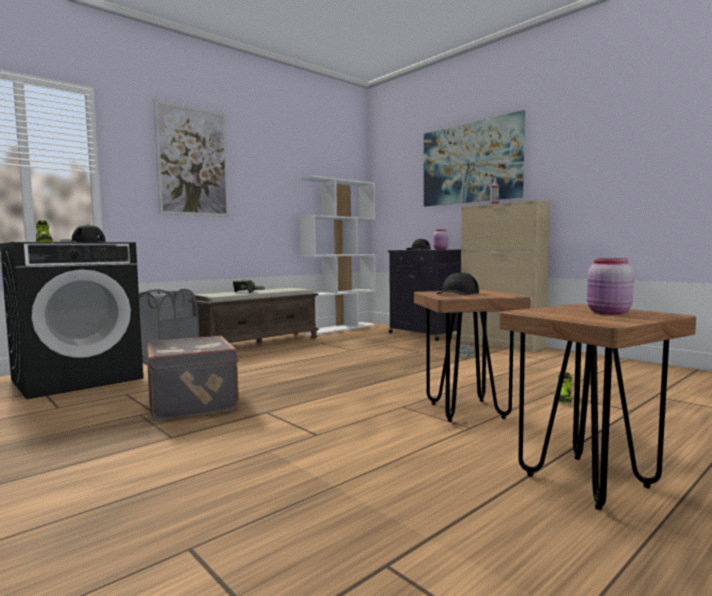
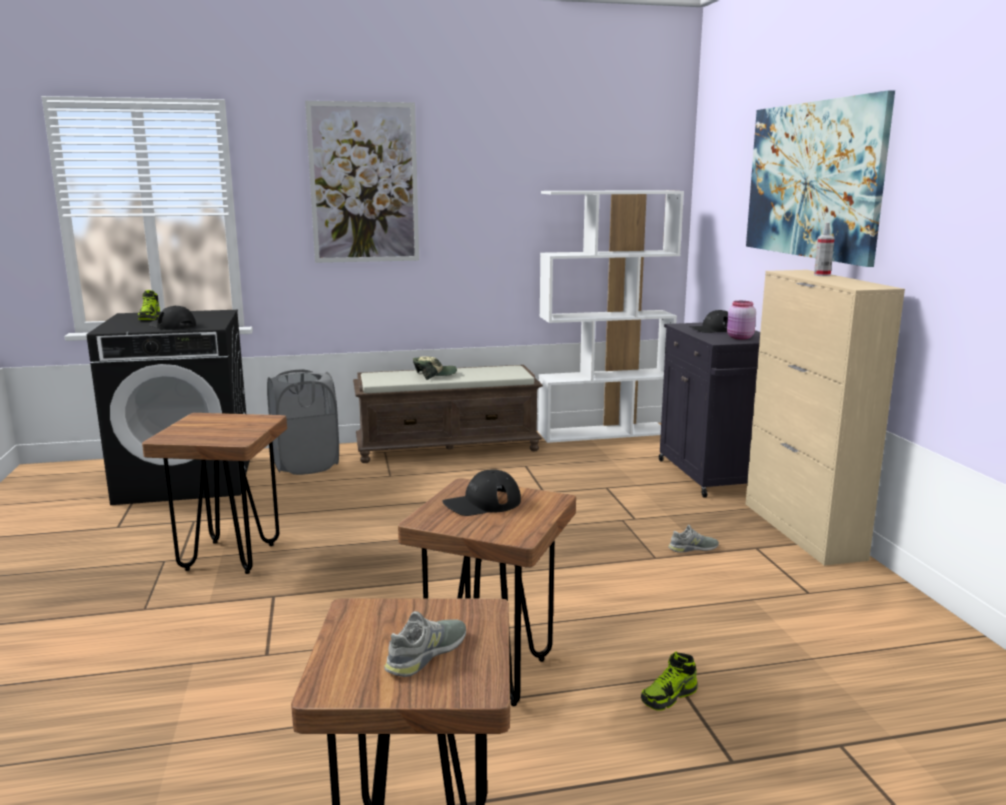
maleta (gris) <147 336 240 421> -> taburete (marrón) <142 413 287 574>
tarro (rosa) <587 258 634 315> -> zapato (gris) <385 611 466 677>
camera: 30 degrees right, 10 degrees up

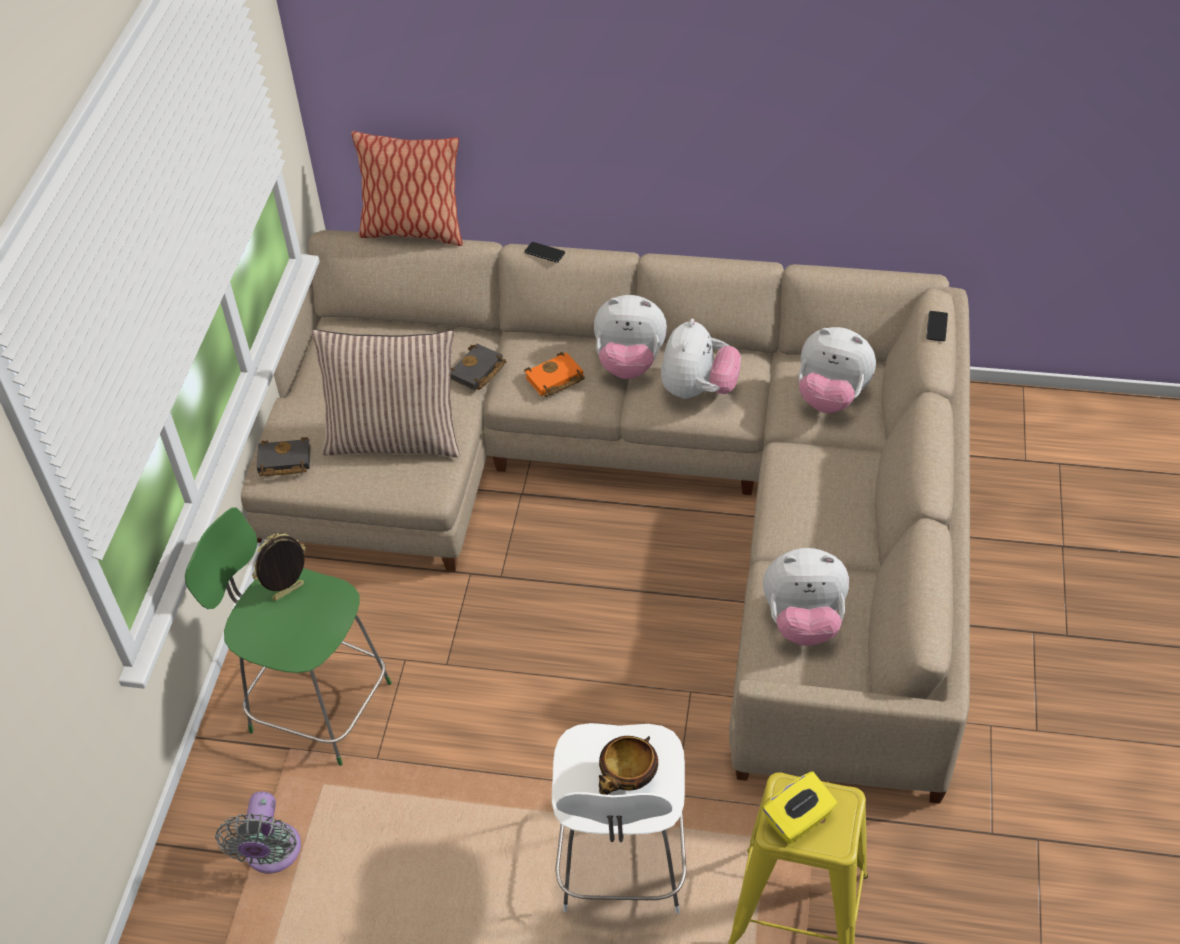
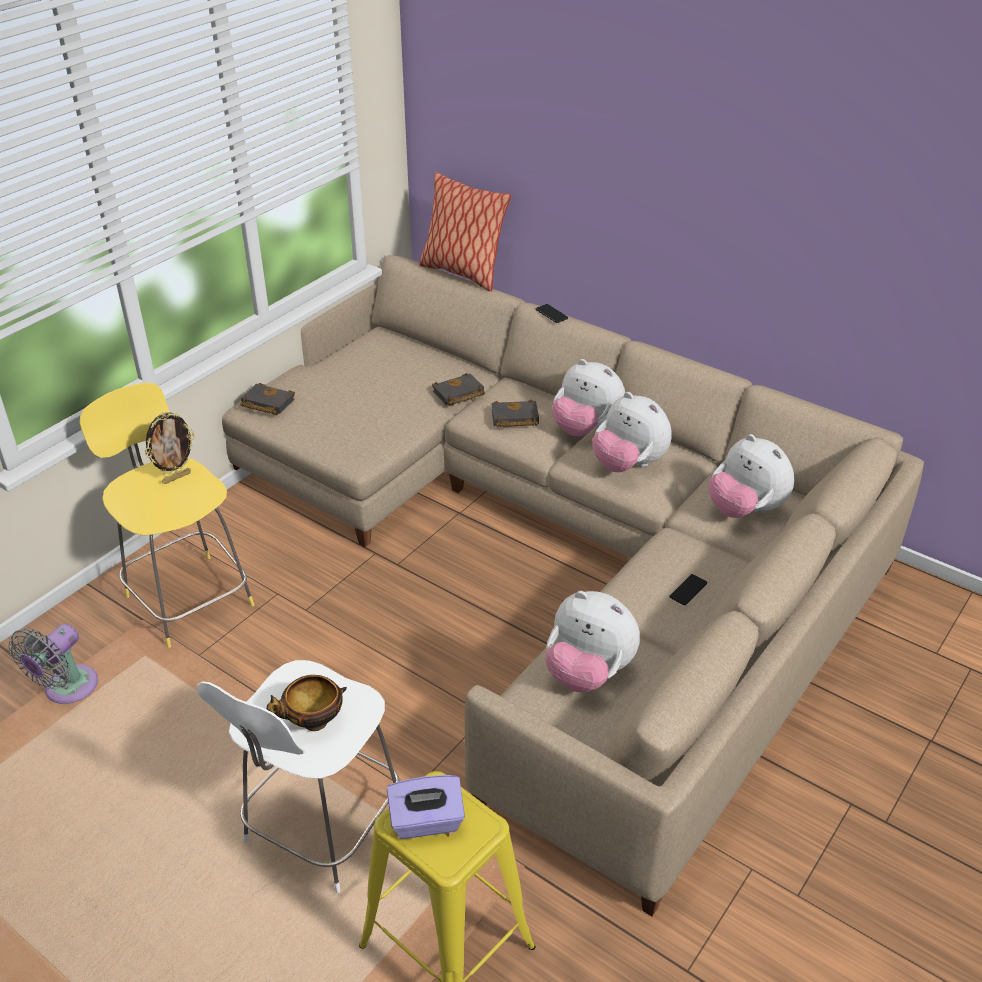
taburete (verde) <185 507 392 766> -> taburete (amarillo) <80 383 254 648>
portarretratos <252 533 305 601> -> portarretratos <145 412 195 484>, 150 degrees clockwise
caja de pañuelos (amarillo) <763 771 838 844> -> caja de pañuelos (morado) <387 775 465 839>
libro (naranja) <524 352 585 397> -> libro (negro) <492 400 539 427>
peluche <661 319 741 399> -> peluche <592 392 672 472>, 90 degrees clockwise
móvil <926 311 948 341> -> móvil <669 574 707 605>, relocated
cojín <311 329 460 457> -> none
camera: 25 degrees right, 10 degrees down

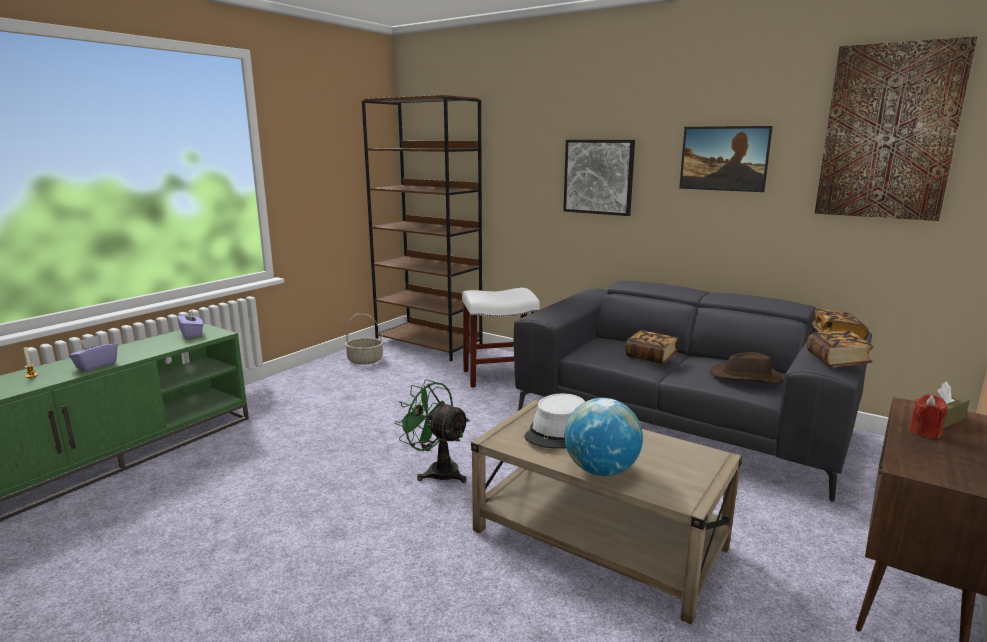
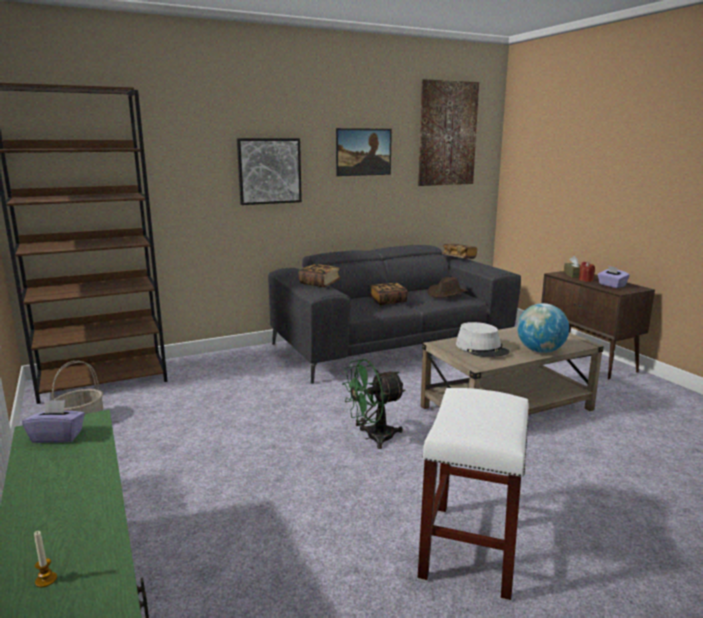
libro <807 331 874 367> -> libro <298 264 341 287>, relocated
taburete (blanco) <462 288 540 388> -> taburete (blanco) <417 388 529 601>, relocated
caja de pañuelos (morado) <69 336 118 371> -> caja de pañuelos (morado) <598 265 630 288>, relocated
camera: 60 degrees left, 0 degrees up

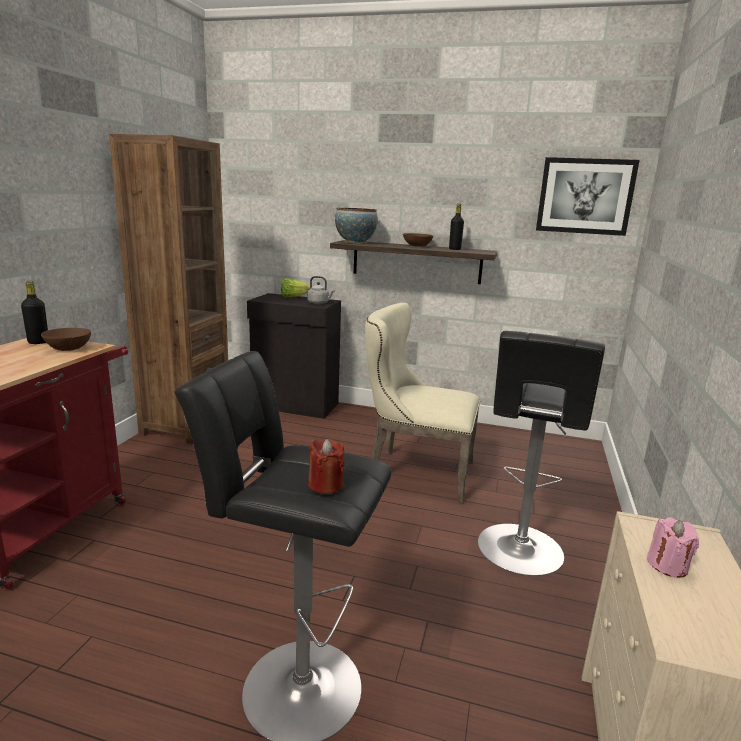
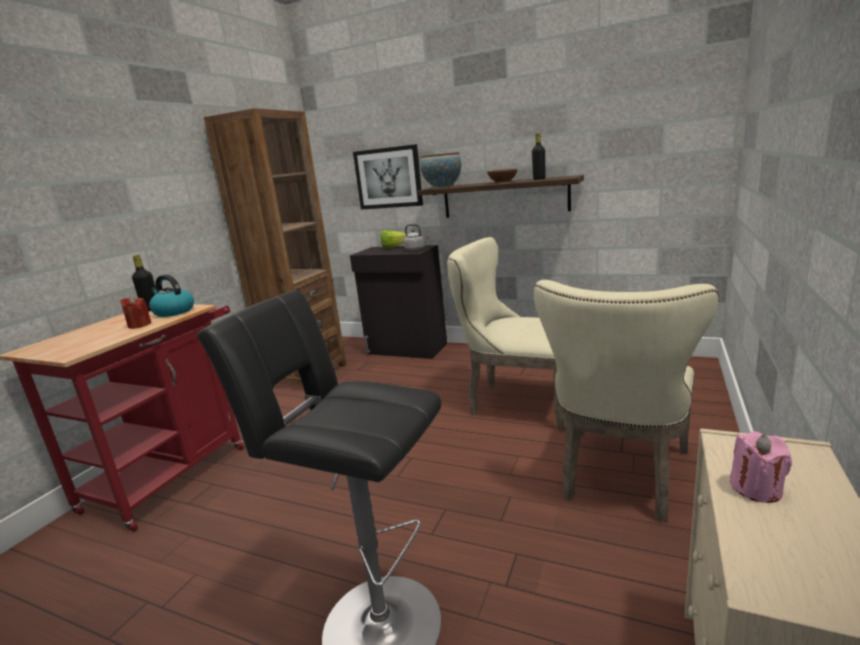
vela (rojo) <308 439 345 494> -> vela (rojo) <121 296 151 329>, relocated
cuenco (marrón) <41 328 91 351> -> hervidor <149 274 194 317>
cuadro <536 157 640 236> -> cuadro <353 144 423 210>, relocated
taburete (negro) <478 331 605 576> -> silla (beis) <533 280 719 522>
camera: 10 degrees right, 0 degrees up

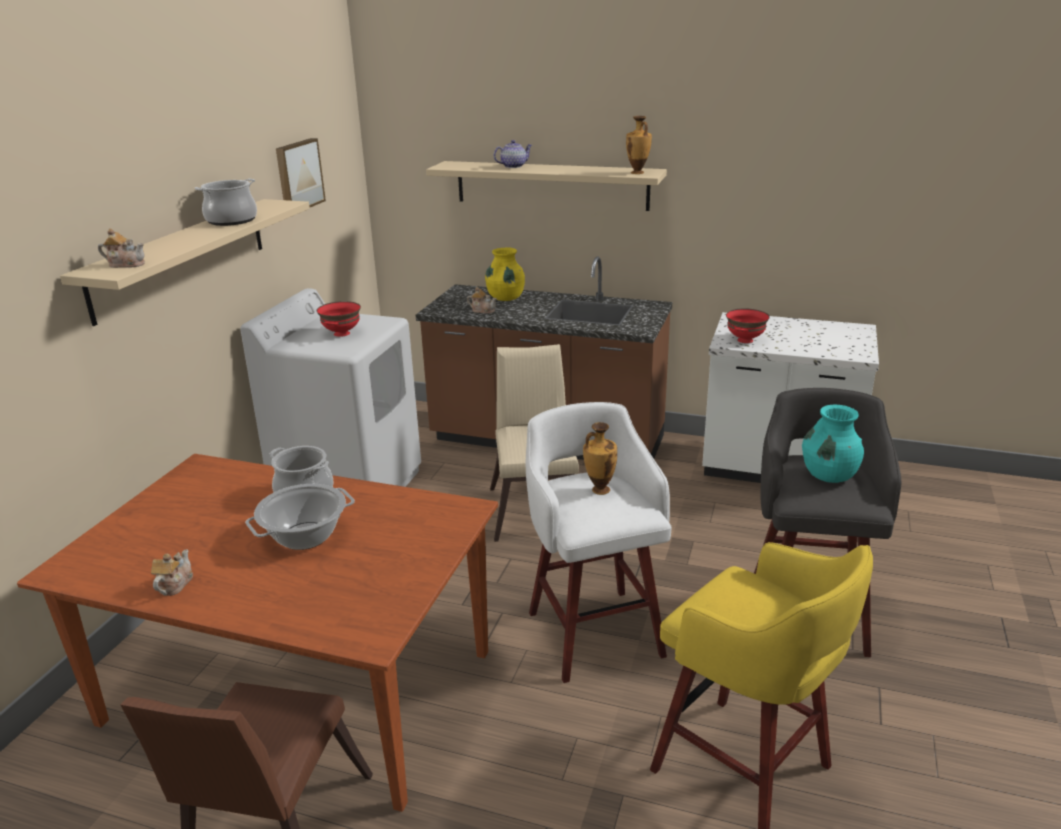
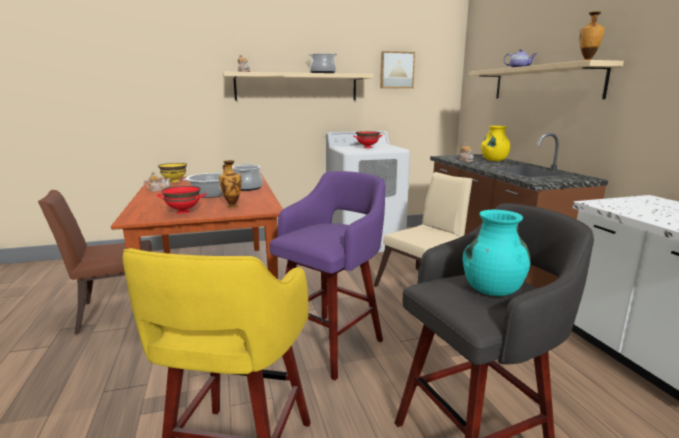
cuenco (rojo) <726 308 770 343> -> cuenco (rojo) <157 186 207 214>, relocated
none -> cuenco (amarillo) <158 163 187 183>
florero <583 422 617 495> -> florero <219 160 241 208>, relocated
taburete (blanco) <525 402 672 683> -> taburete (morado) <269 171 386 380>
camera: 55 degrees right, 10 degrees down

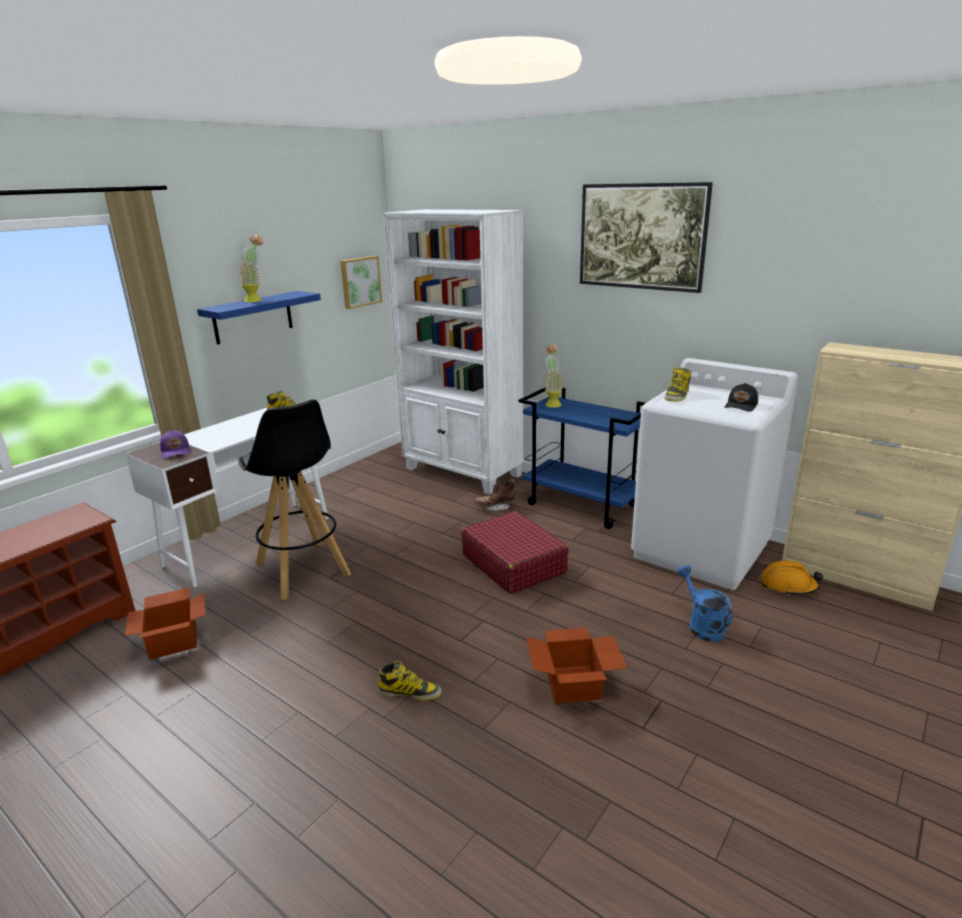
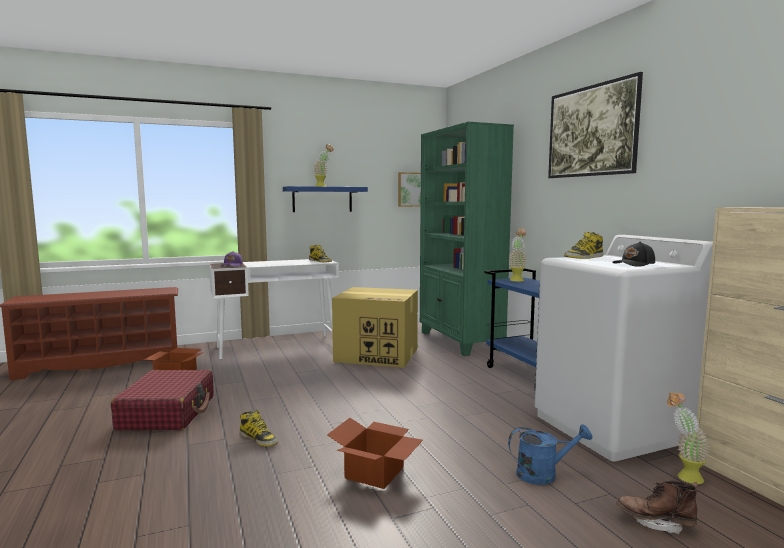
maleta (rojo) <461 511 569 594> -> maleta (rojo) <111 370 214 430>, relocated
none -> caja de cartón <332 287 418 368>
estantería (blanco) <383 209 523 494> -> estantería (verde) <420 122 514 356>
regadera (azul) <677 565 733 642> -> regadera (azul) <508 425 592 485>, 75 degrees clockwise
bota (marrón) <474 479 516 511> -> bota (marrón) <616 481 700 534>, relocated
casco (naranja) <761 561 823 596> -> planta en maceta <667 392 710 484>
taburete (negro) <238 399 351 600> -> none
camera: 30 degrees right, 15 degrees down

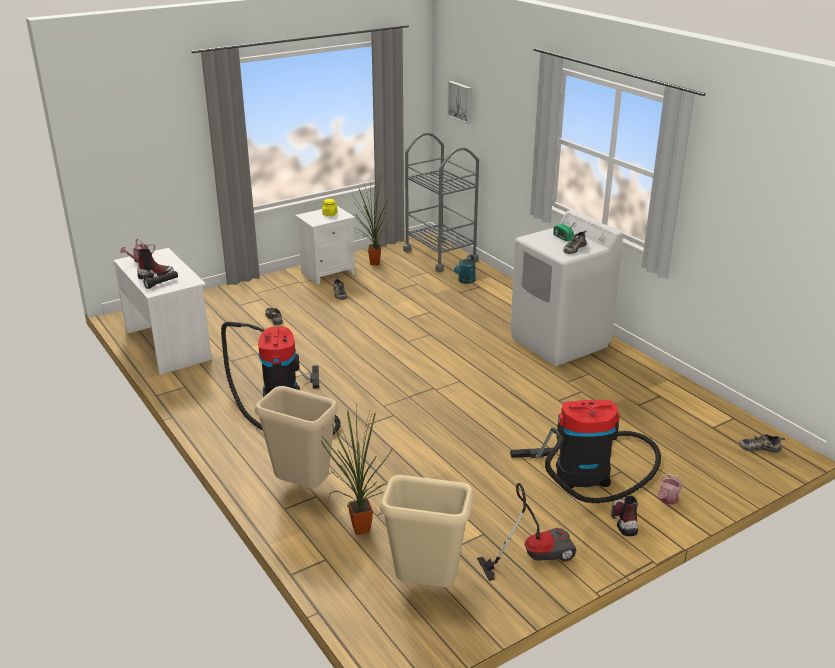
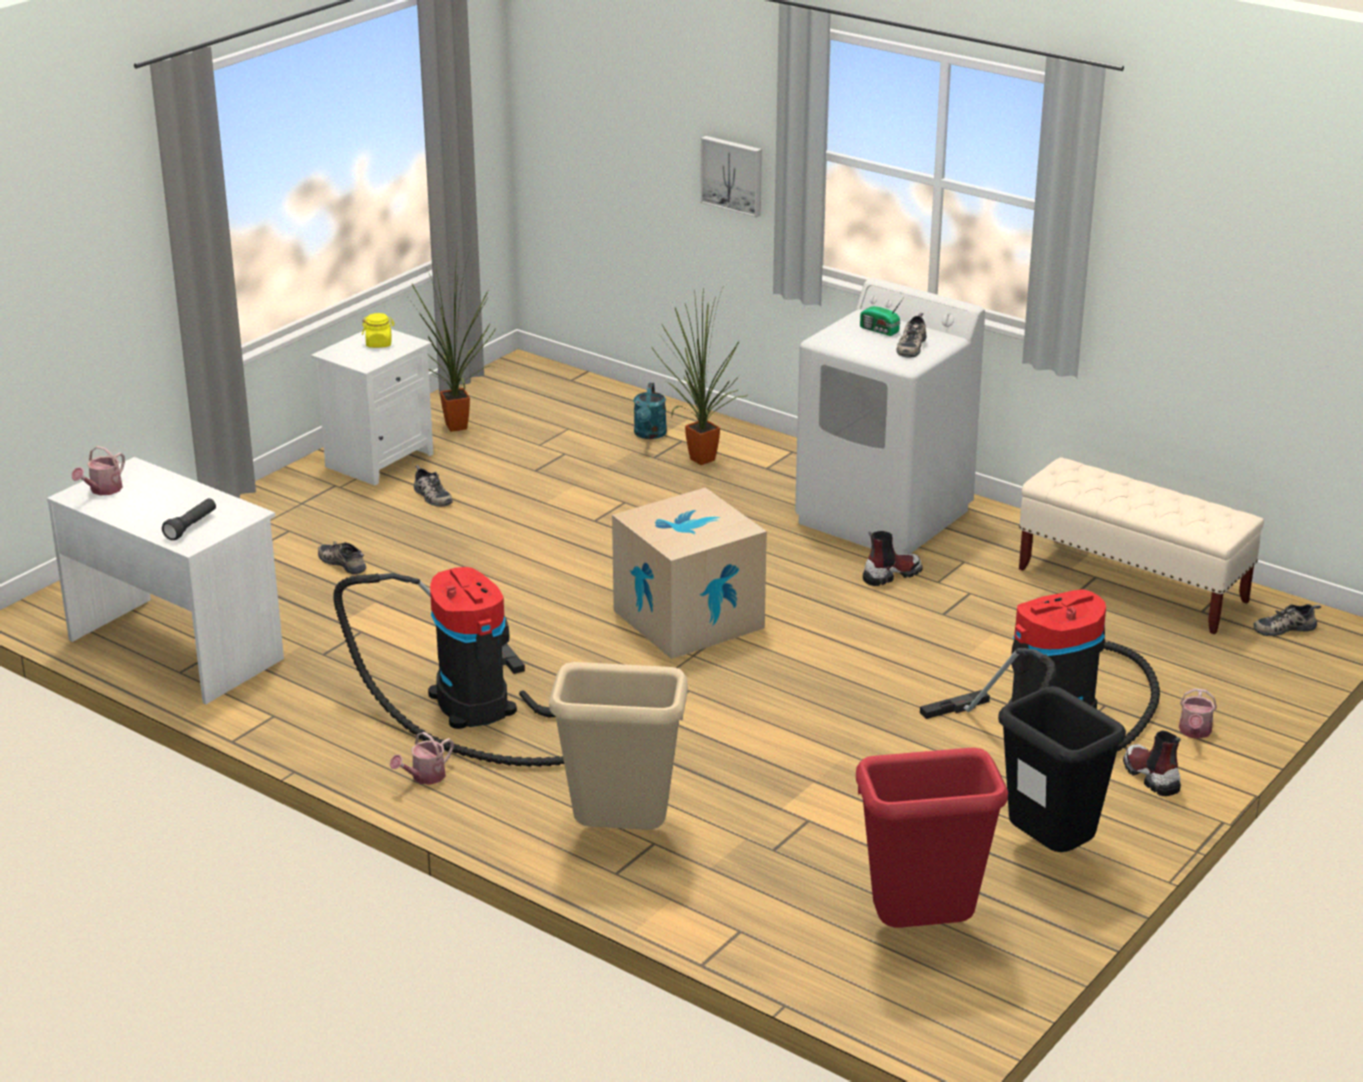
none -> regadera <390 732 454 785>
none -> caja de cartón <612 487 767 659>
planta en maceta <321 406 394 535> -> planta en maceta <651 288 749 465>, relocated
cuadro <447 81 472 123> -> cuadro <700 136 762 217>, relocated
papelera (beis) <380 475 474 587> -> papelera (rojo) <856 748 1008 928>
bota <135 247 174 279> -> bota <863 531 923 586>, relocated
aspiradora <477 483 577 581> -> papelera (negro) <998 686 1126 852>
none -> banco (beis) <1019 457 1264 634>
carrito (gris) <403 132 479 272> -> none
camera: 20 degrees left, 0 degrees up

